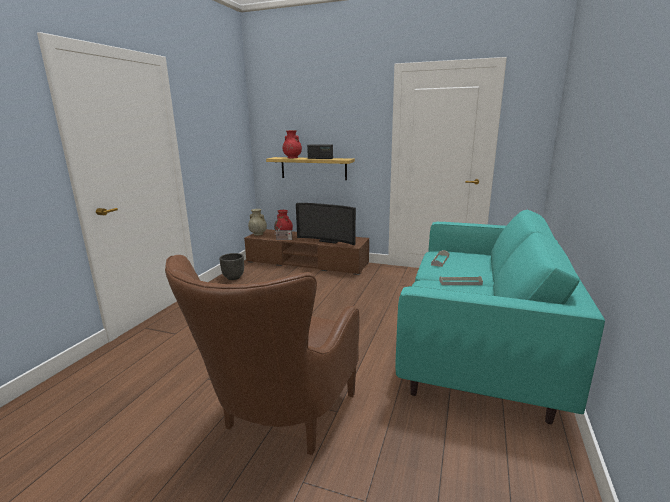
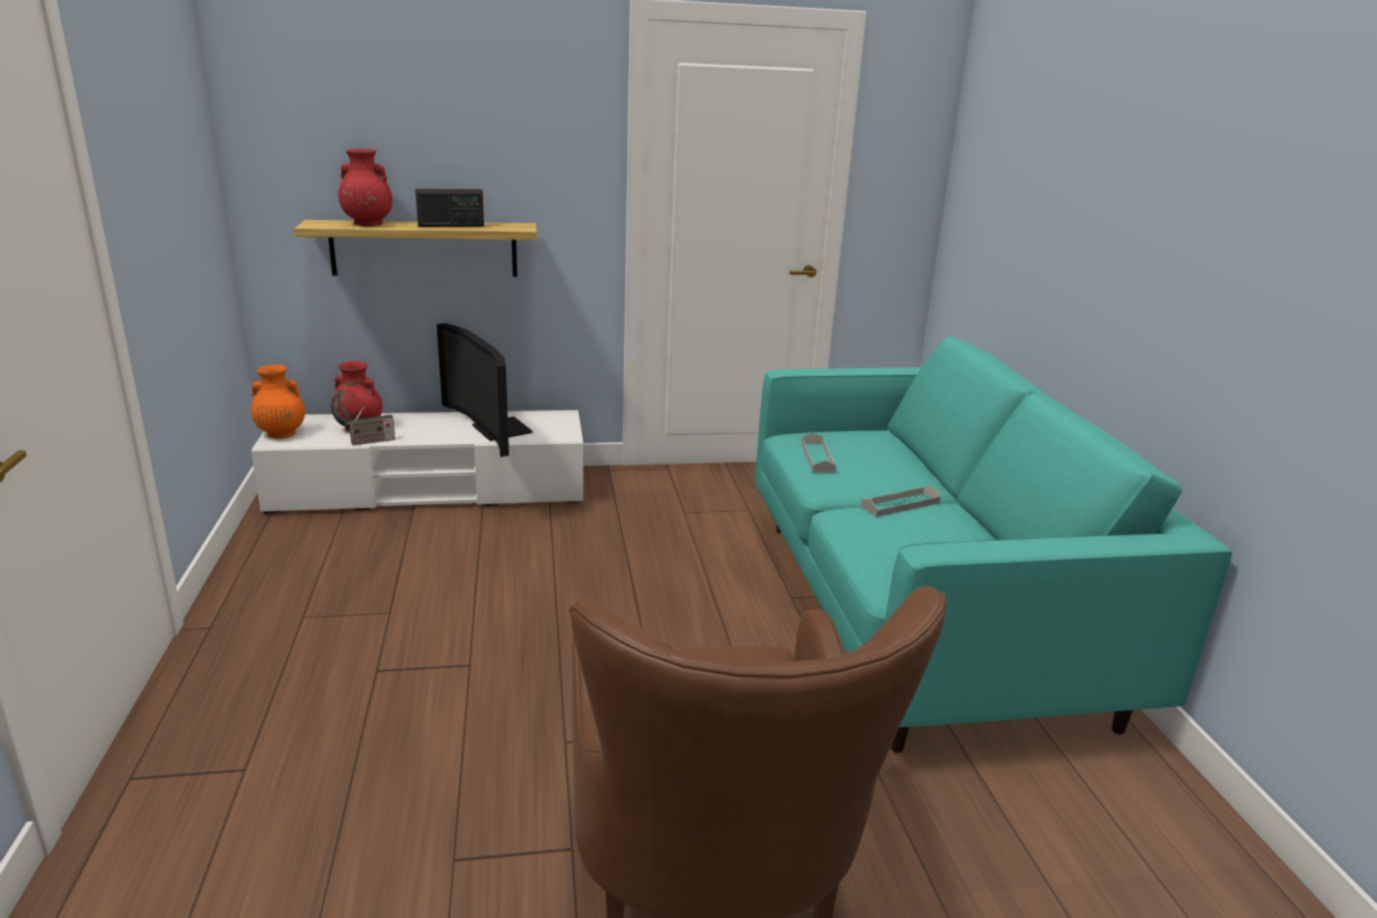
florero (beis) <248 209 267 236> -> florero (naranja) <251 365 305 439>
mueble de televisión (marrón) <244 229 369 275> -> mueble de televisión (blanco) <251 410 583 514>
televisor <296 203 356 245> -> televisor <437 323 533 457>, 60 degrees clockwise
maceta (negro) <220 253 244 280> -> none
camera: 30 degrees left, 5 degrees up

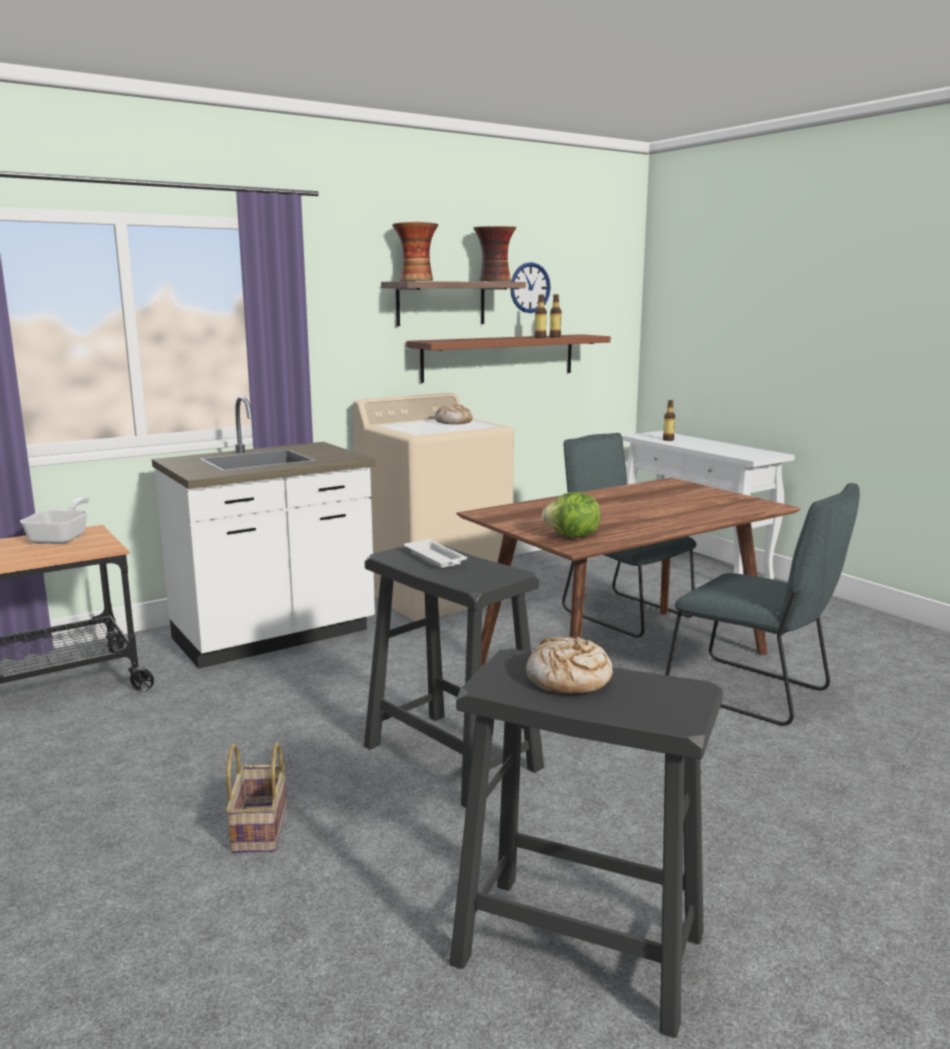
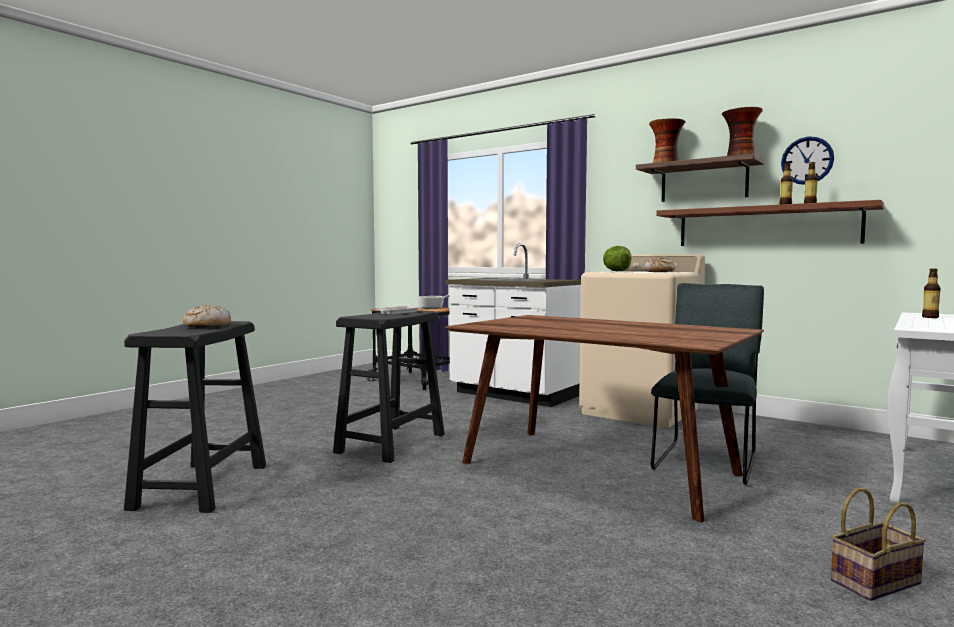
lechuga <542 492 601 538> -> lechuga <603 246 632 271>, relocated
cesta <226 742 287 853> -> cesta <831 488 926 601>, relocated
silla (gris) <665 483 860 726> -> none
camera: 70 degrees right, 10 degrees down

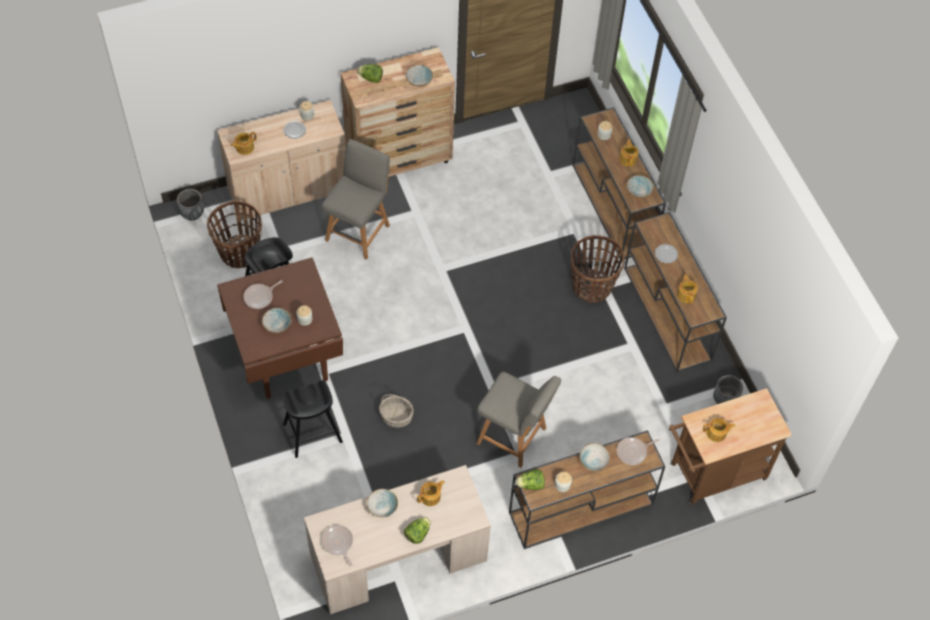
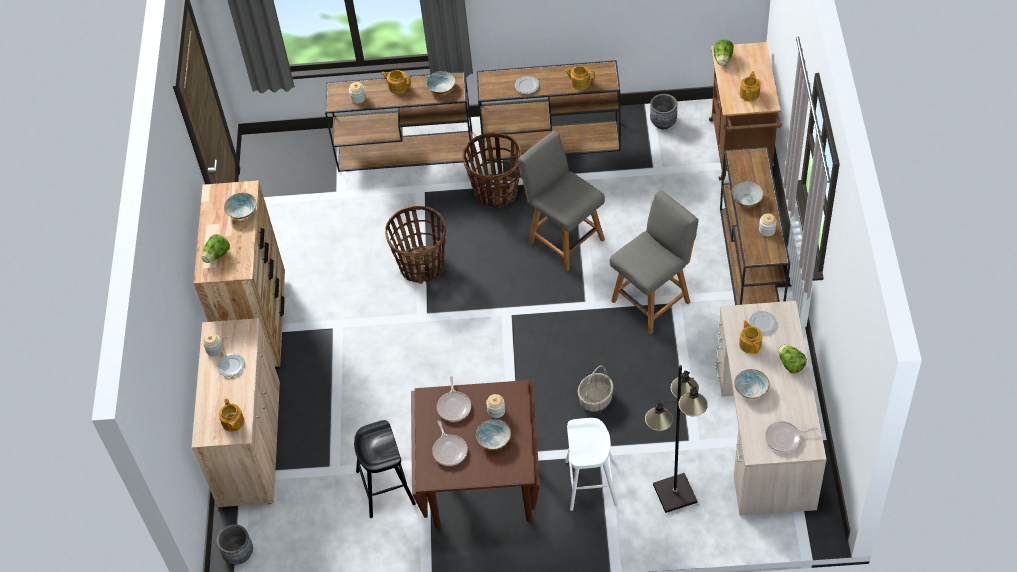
cesta <207 201 262 268> -> cesta <385 206 446 284>, relocated
sartén <617 437 660 465> -> sartén <437 376 471 422>, relocated
silla (gris) <322 139 390 260> -> silla (gris) <518 130 605 271>, relocated
taburete (negro) <282 380 343 458> -> taburete (blanco) <565 418 618 511>
none -> lámpara de pie (negro) <645 365 708 513>
lechuga <516 469 545 490> -> lechuga <714 39 734 66>, relocated
none -> plato <749 311 777 334>
camera: 65 degrees left, 5 degrees down

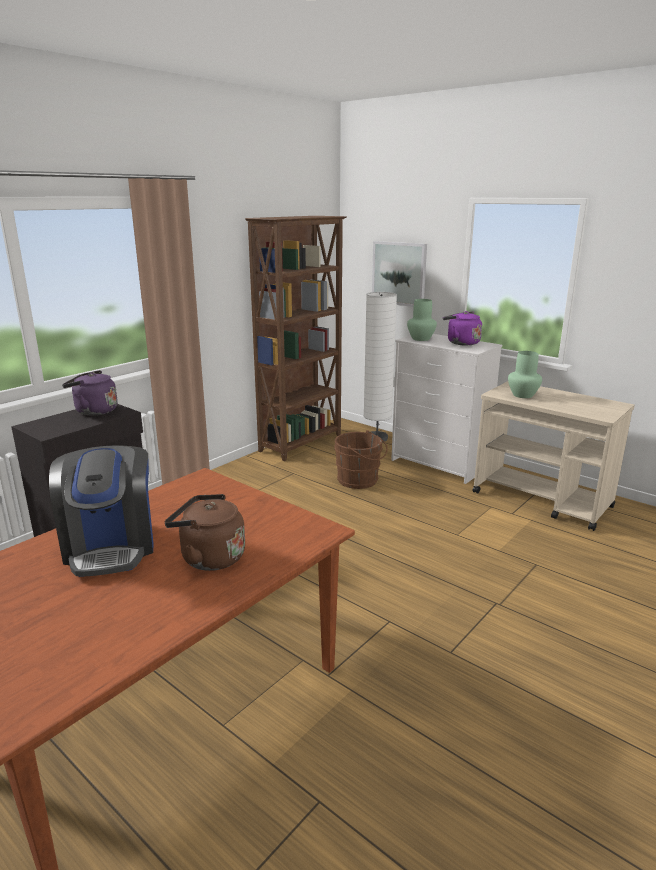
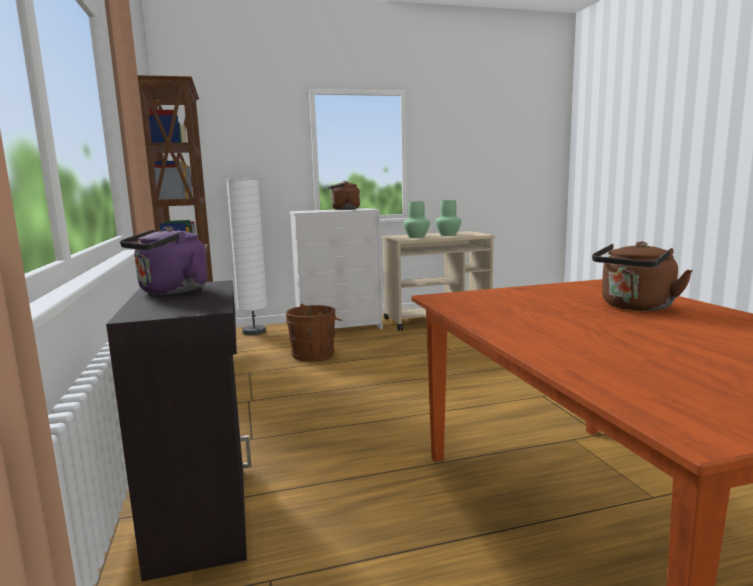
hervidor (morado) <443 311 482 345> -> hervidor (marrón) <328 181 360 210>
florero (verde) <407 299 437 341> -> florero (verde) <435 200 461 236>, relocated
cafetera <49 445 154 577> -> none
cuadro <372 241 427 307> -> none
camera: 55 degrees left, 10 degrees down

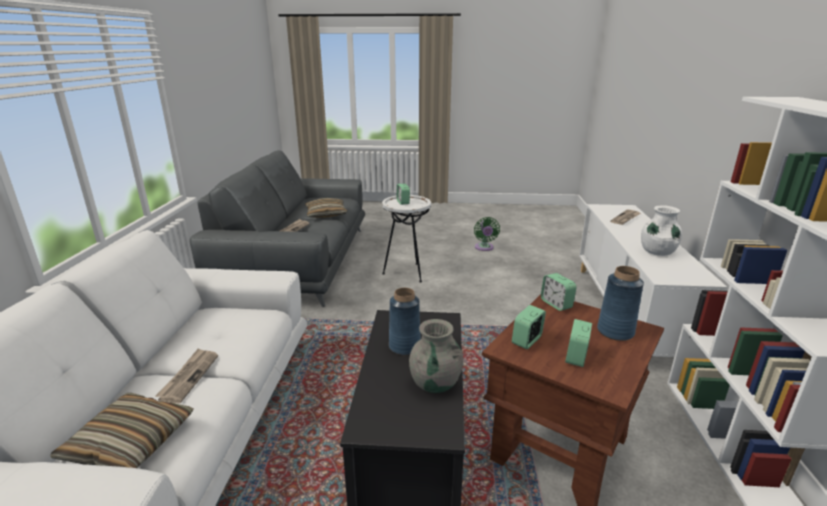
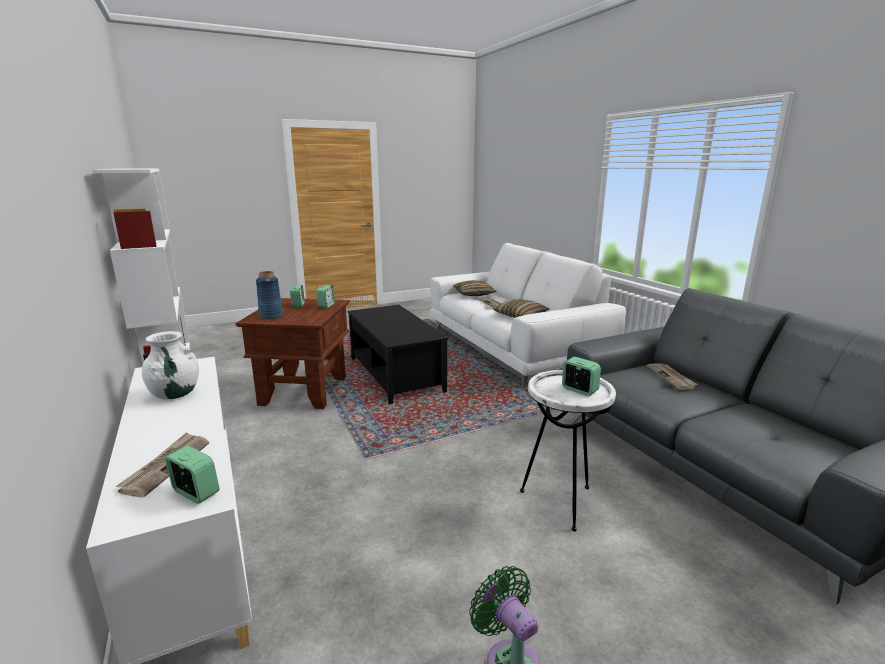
despertador <541 273 577 311> -> despertador <165 446 219 504>, relocated
cojín <305 198 347 218> -> cojín <493 299 550 318>, relocated
florero (azul) <389 288 421 355> -> none
florero (gris) <409 319 464 393> -> none
camera: 150 degrees right, 5 degrees down

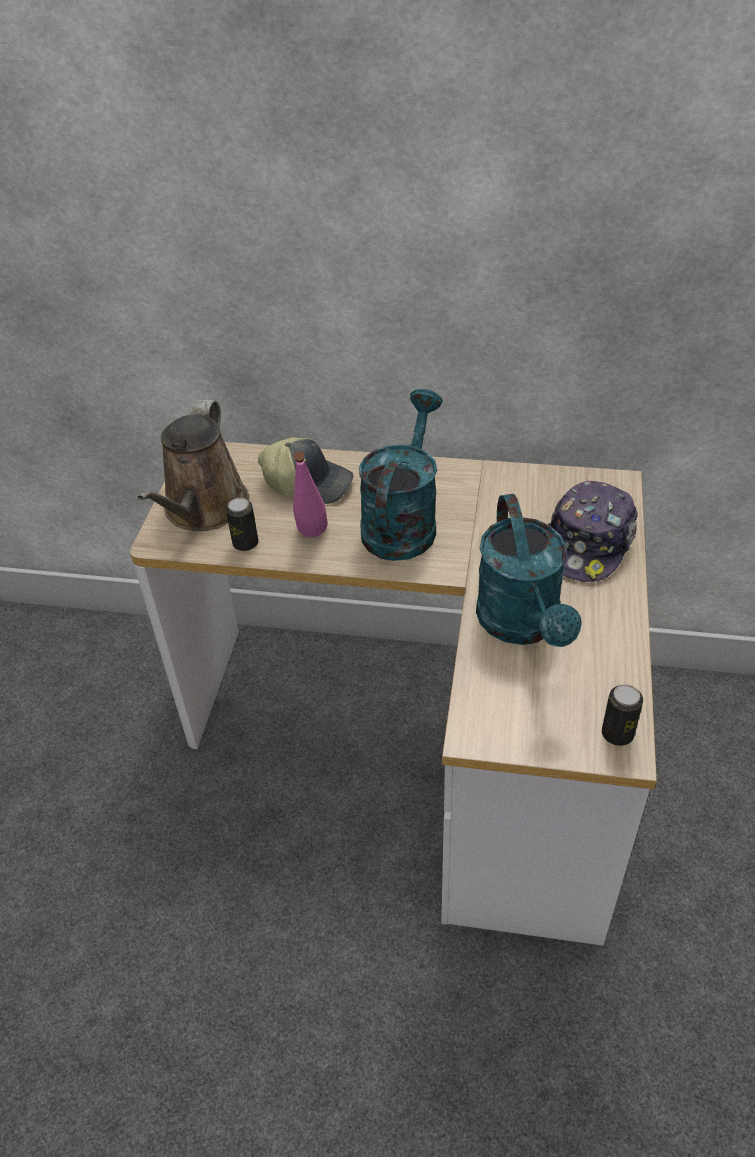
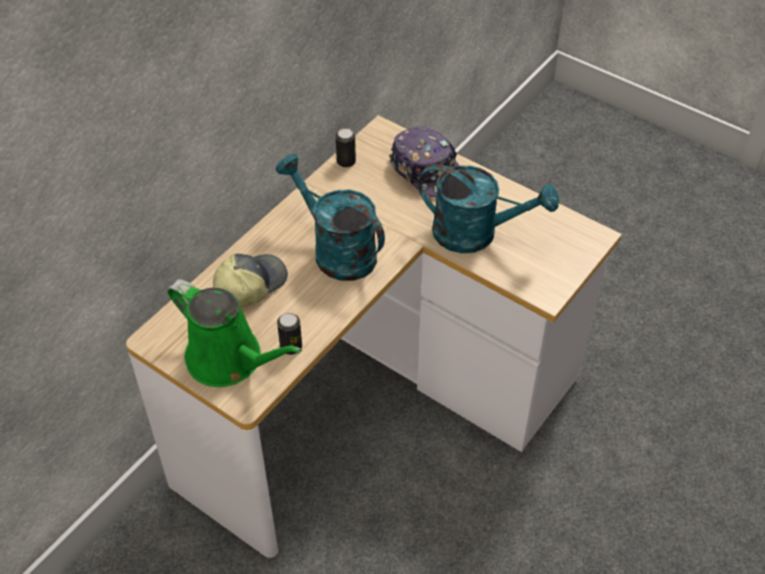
regadera (marrón) <138 400 249 531> -> regadera (verde) <167 279 302 387>
lata <602 684 643 746> -> lata <336 128 356 167>, relocated
botella (rosa) <293 452 328 537> -> none
camera: 65 degrees left, 5 degrees up

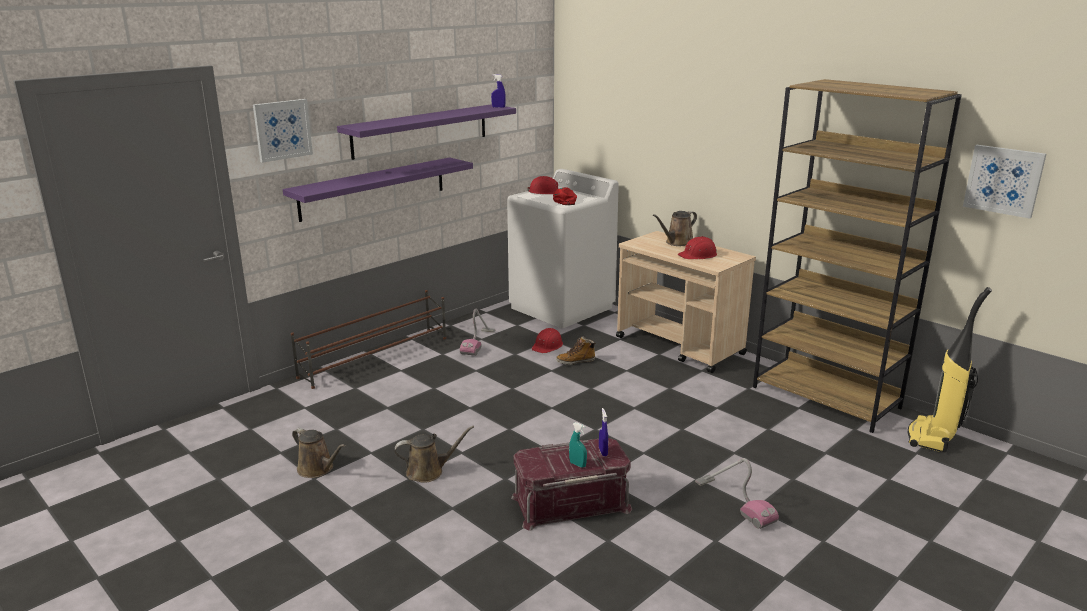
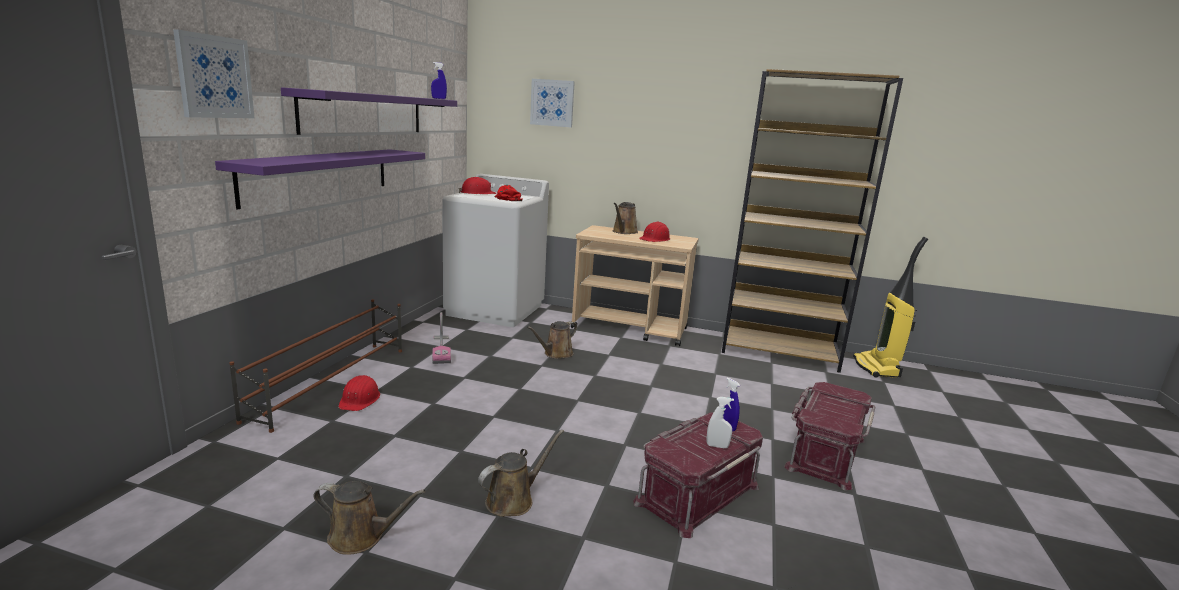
casco (rojo) <532 328 563 353> -> casco (rojo) <338 375 380 411>, relocated
bota <556 336 595 365> -> regadera (marrón) <527 321 577 359>
cuadro <963 145 1046 219> -> cuadro <530 79 575 127>, relocated
pulverizador (turquesa) <569 422 587 468> -> pulverizador (blanco) <707 397 734 448>
aspiradora <695 458 779 529> -> caja de almacenaje (rojo) <784 382 876 490>
camera: 30 degrees left, 5 degrees down

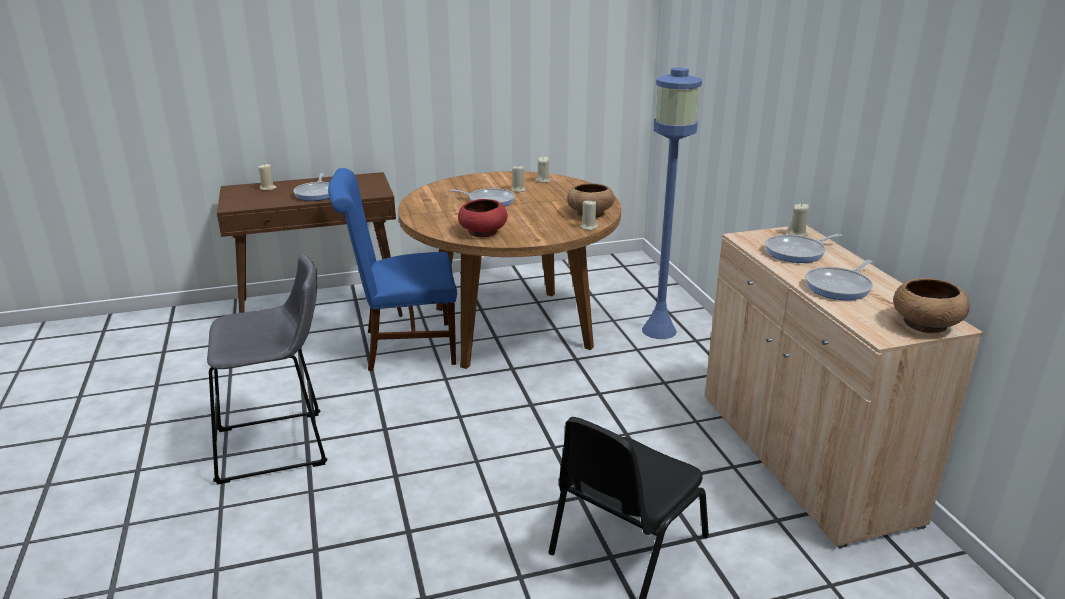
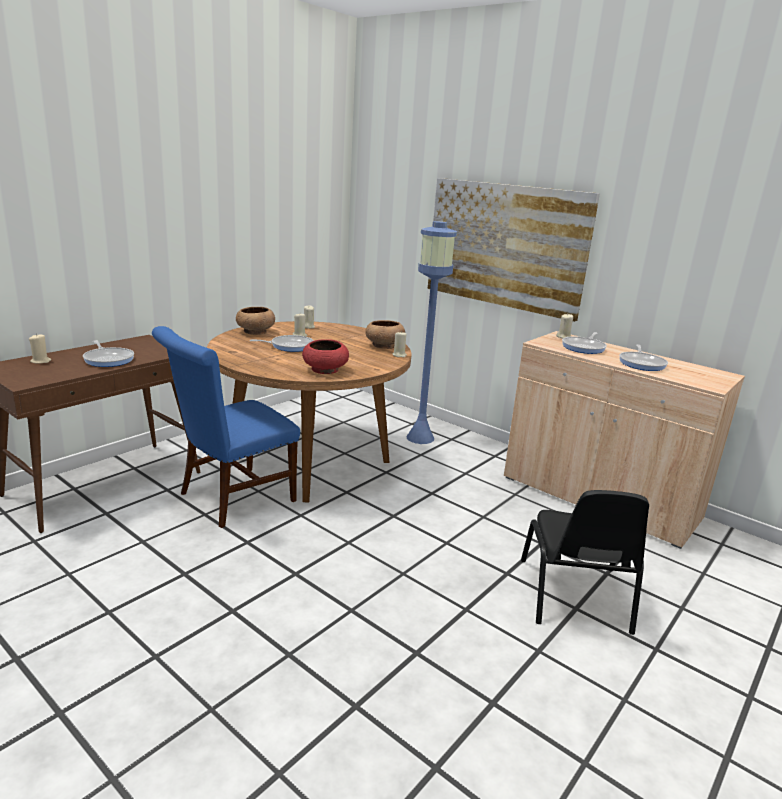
cuenco (marrón) <893 278 970 333> -> cuenco (marrón) <236 307 275 335>, relocated
none -> cuadro <428 178 600 322>
taburete (gris) <207 254 327 485> -> none
camera: 35 degrees left, 5 degrees down

